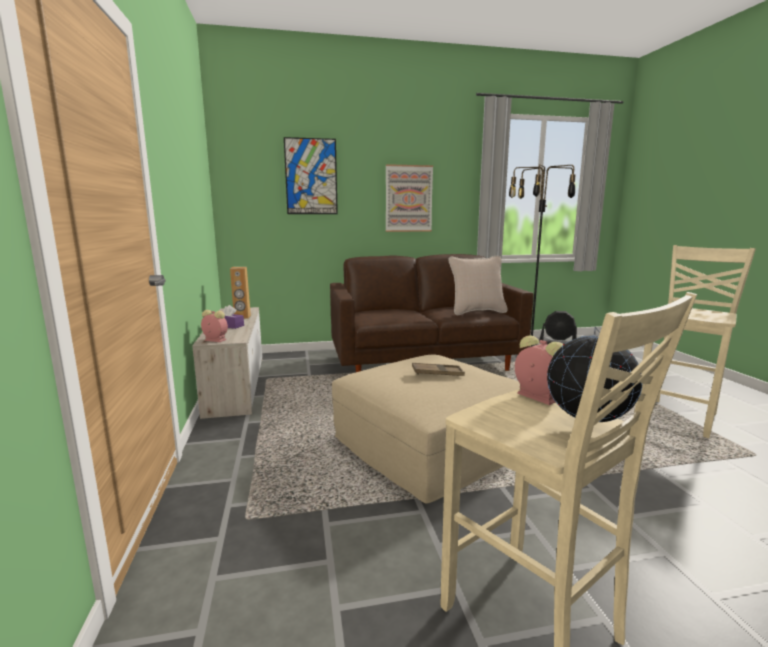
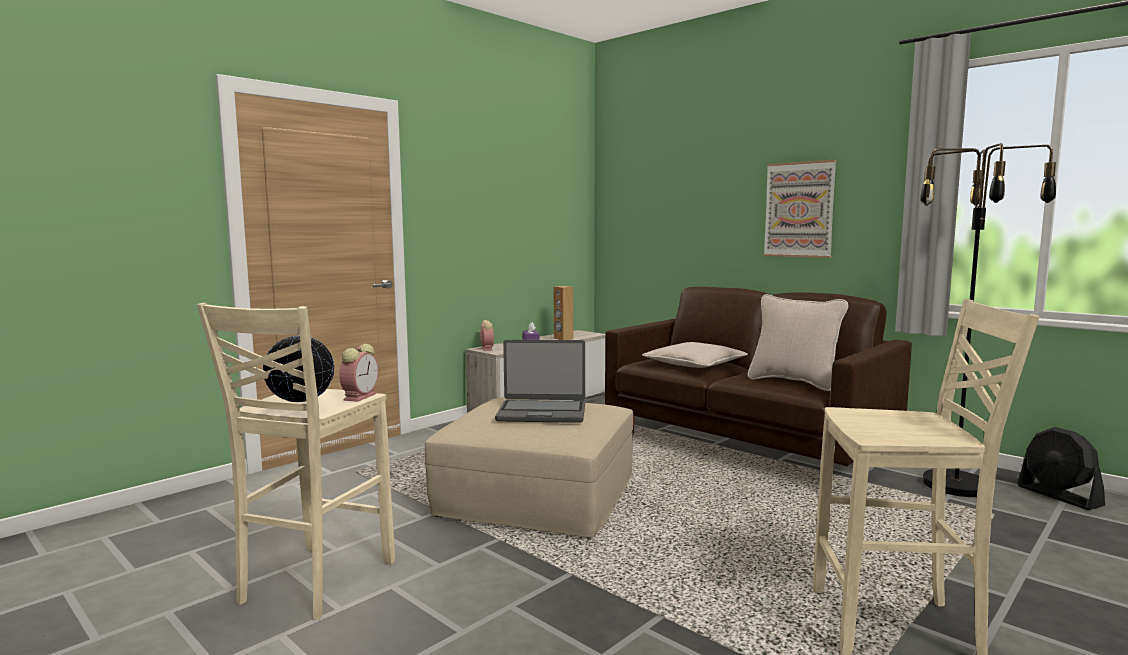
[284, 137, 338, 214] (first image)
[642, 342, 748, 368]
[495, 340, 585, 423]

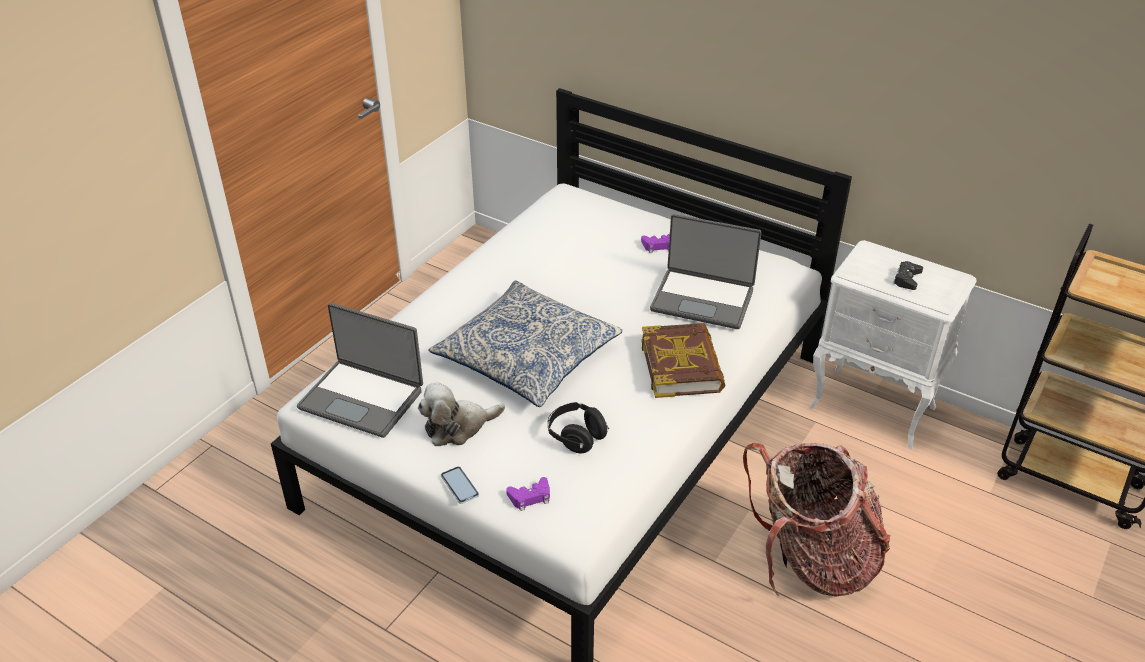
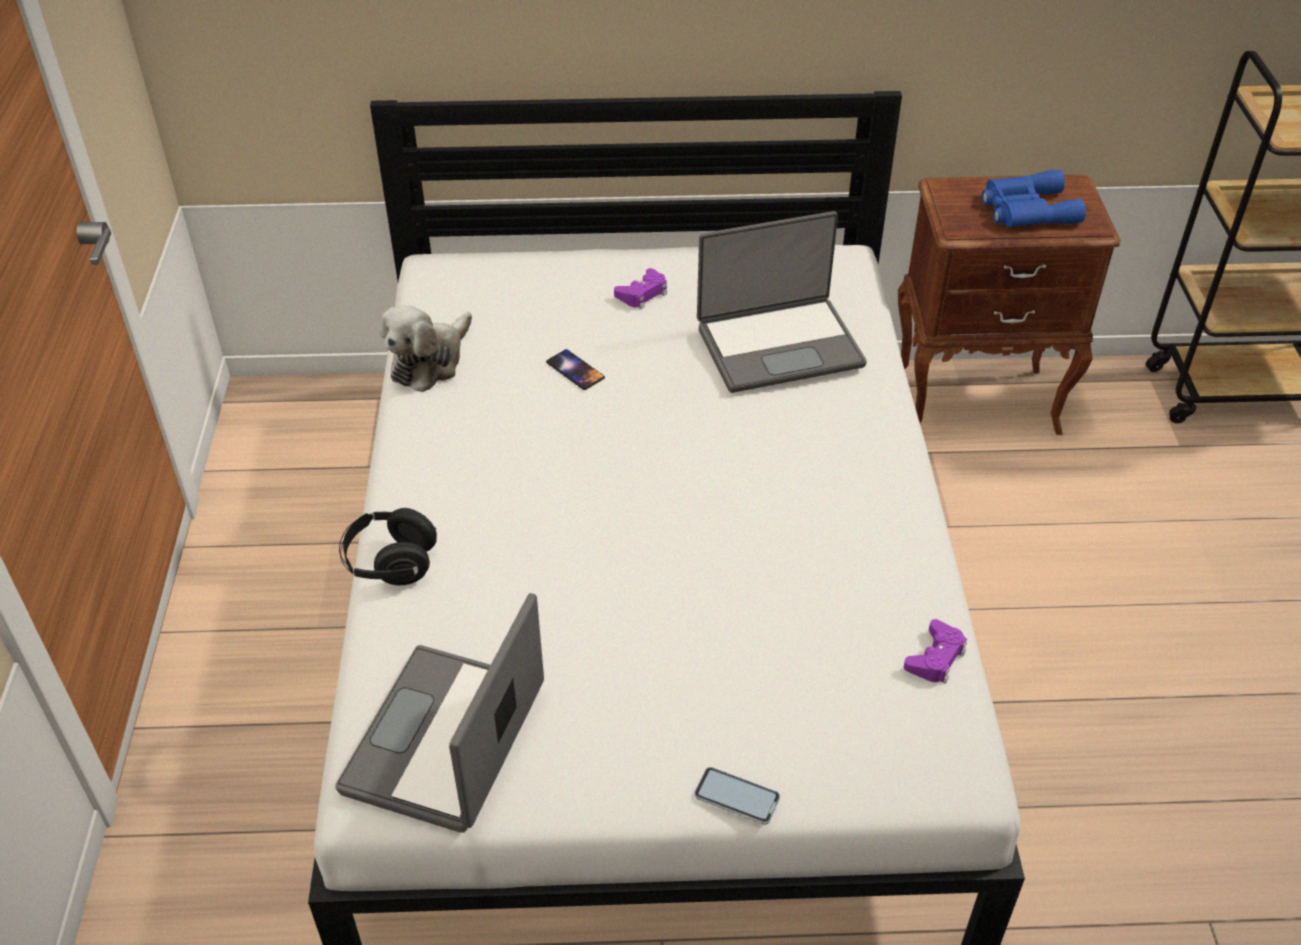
[429, 280, 623, 407] (first image)
[641, 323, 725, 398] (first image)
[743, 443, 890, 597] (first image)
[546, 349, 605, 390]
[380, 305, 472, 392]
[904, 619, 967, 683]
[339, 508, 437, 585]
[982, 170, 1086, 227]
[898, 175, 1120, 435]
[335, 593, 544, 833]

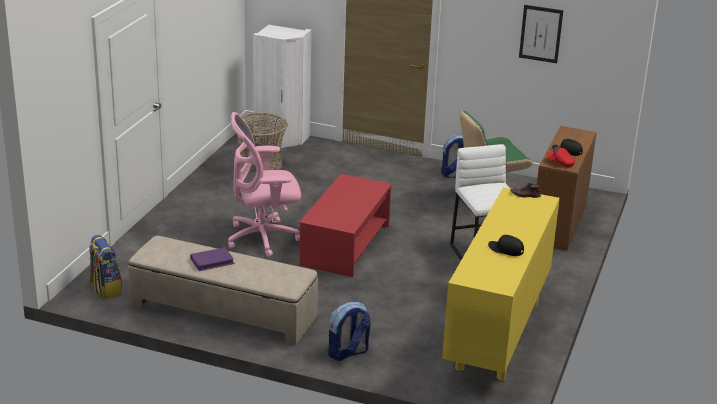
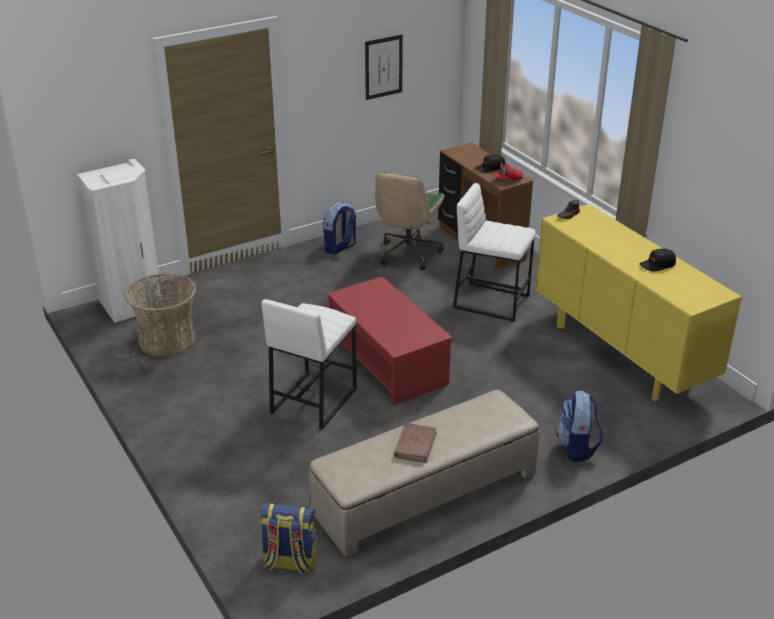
[261, 299, 357, 430]
[394, 423, 437, 463]

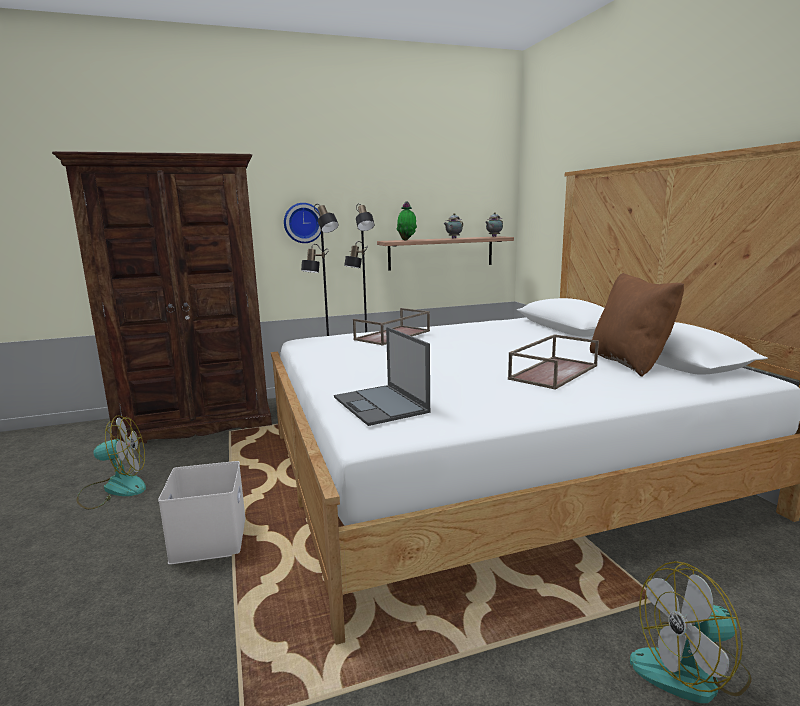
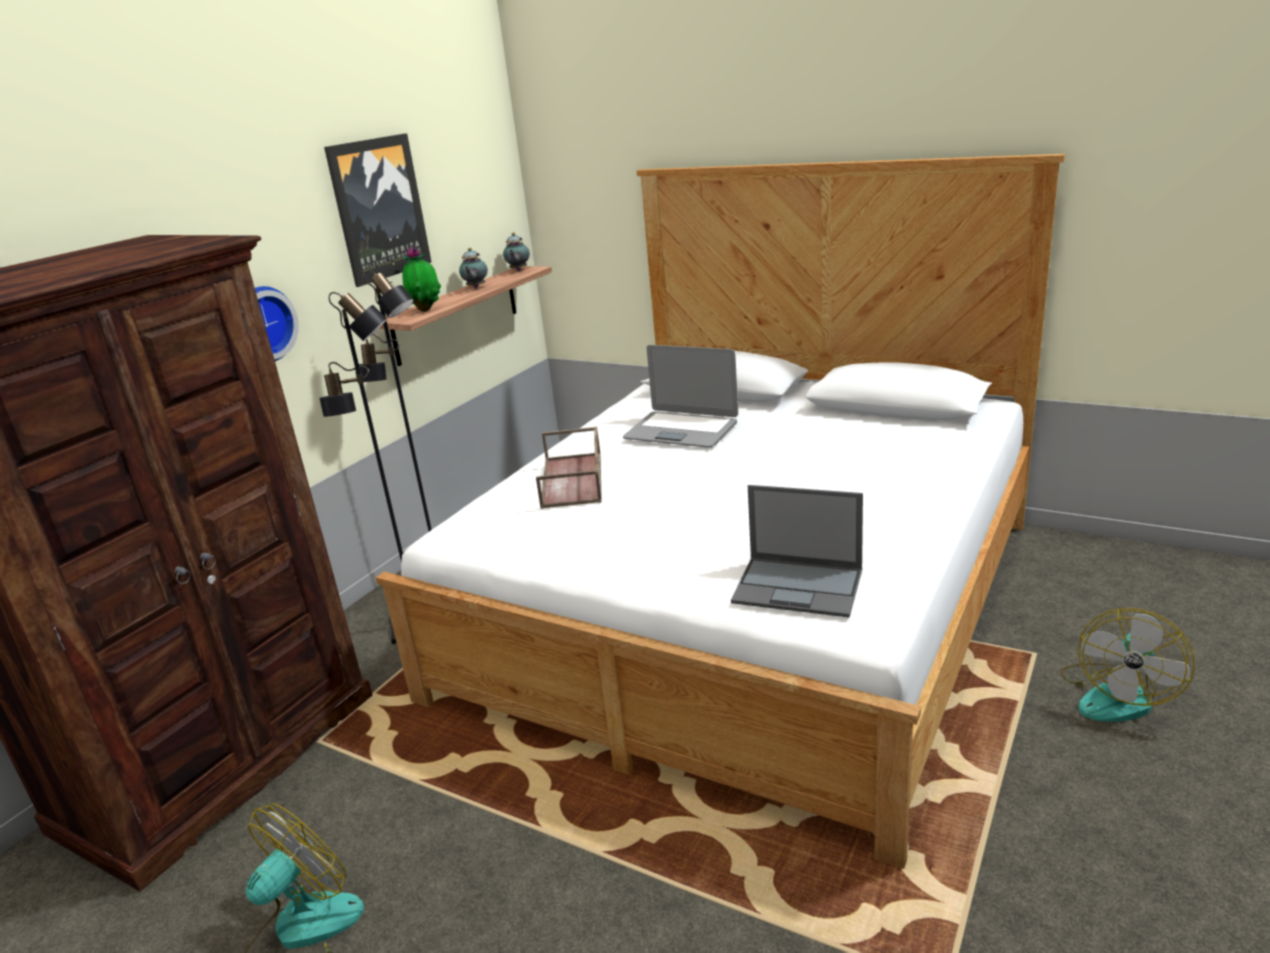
[158, 461, 245, 565] (first image)
[508, 334, 599, 390] (first image)
[590, 273, 684, 377] (first image)
[324, 133, 431, 287]
[623, 345, 738, 448]

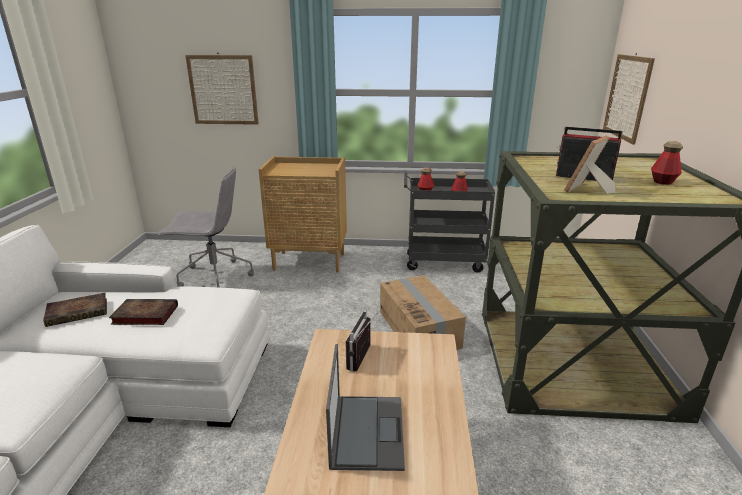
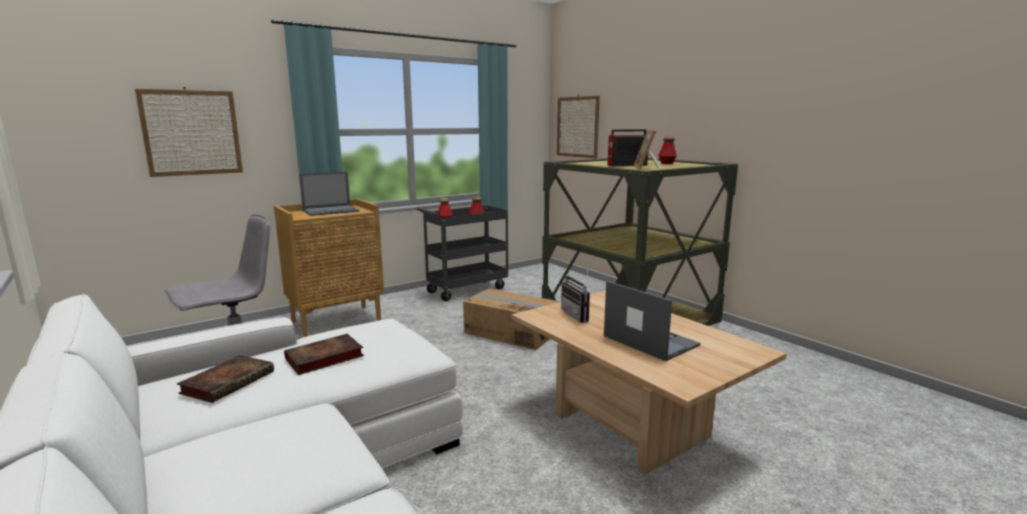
[299, 172, 360, 216]

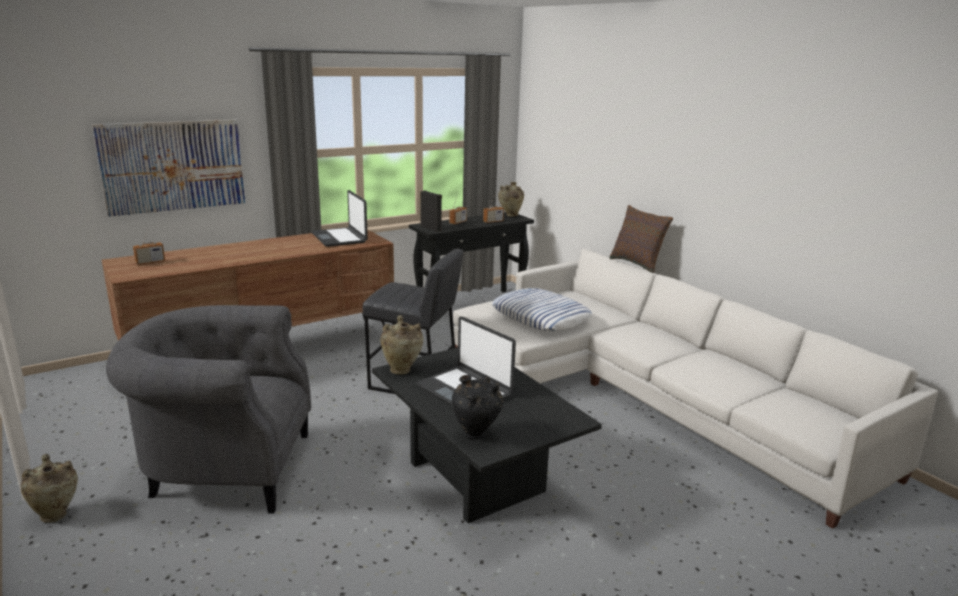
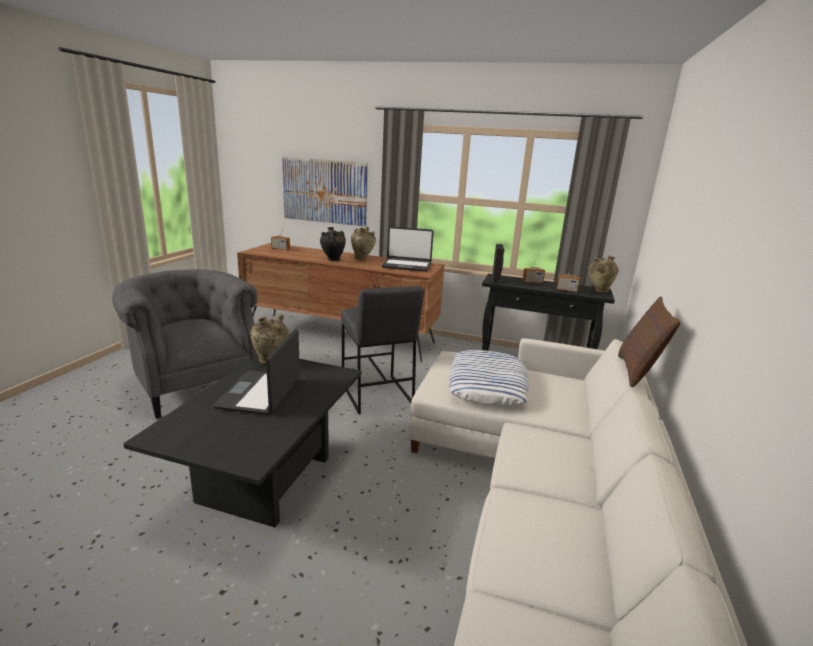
[351, 227, 376, 260]
[320, 227, 346, 261]
[381, 226, 434, 272]

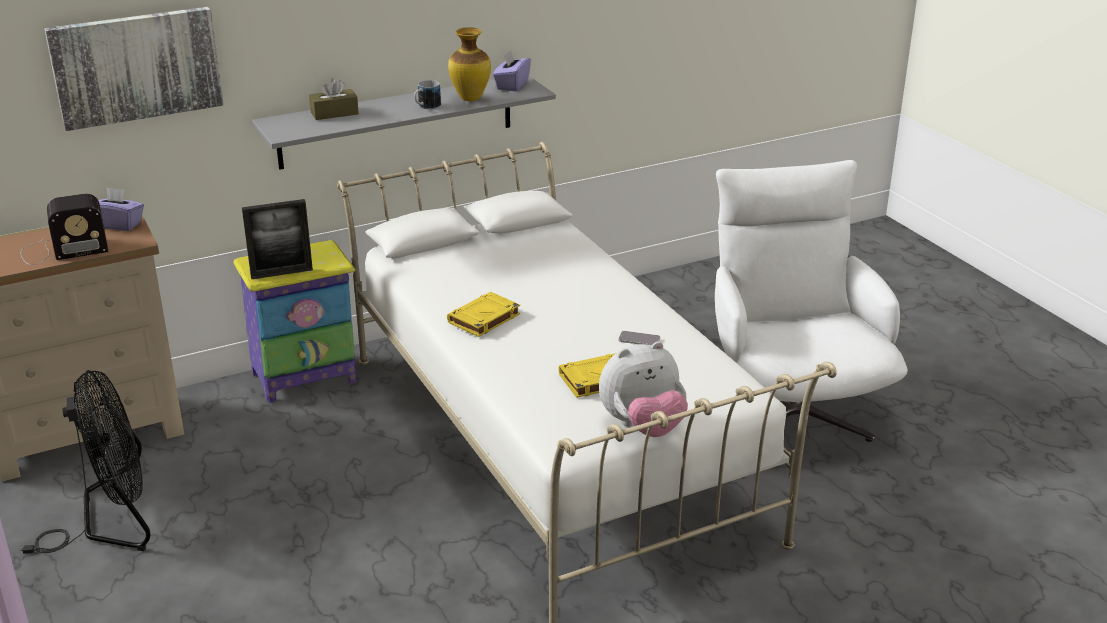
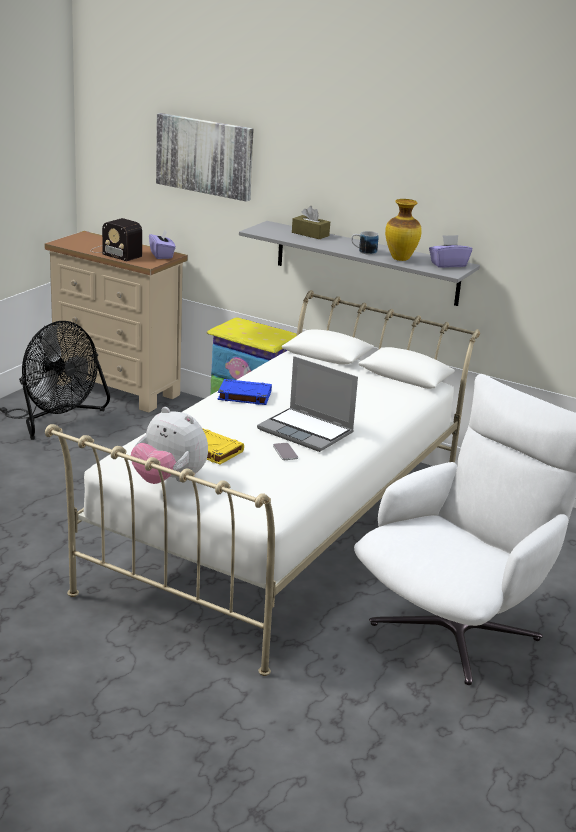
[242, 199, 313, 279] (first image)
[257, 356, 358, 452]
[218, 379, 272, 405]

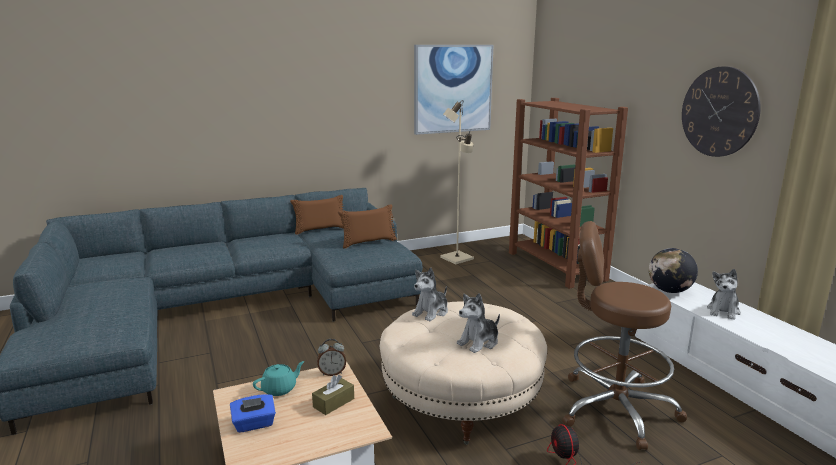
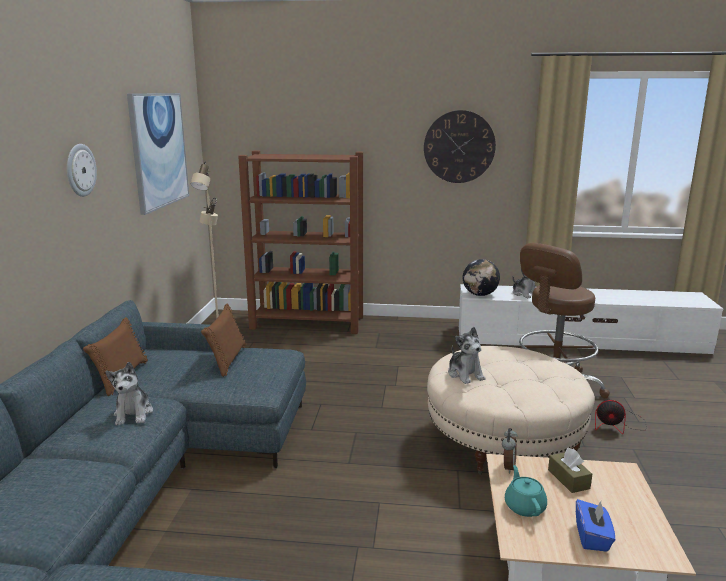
[67, 144, 97, 197]
[105, 362, 153, 425]

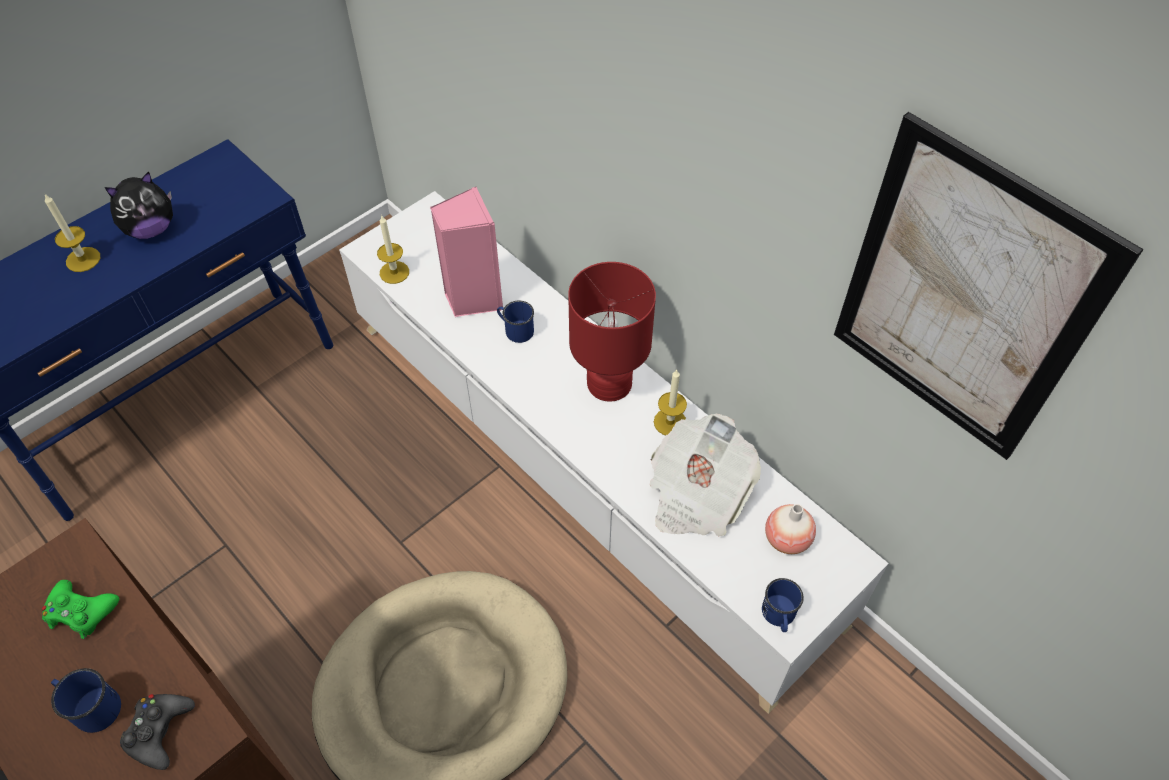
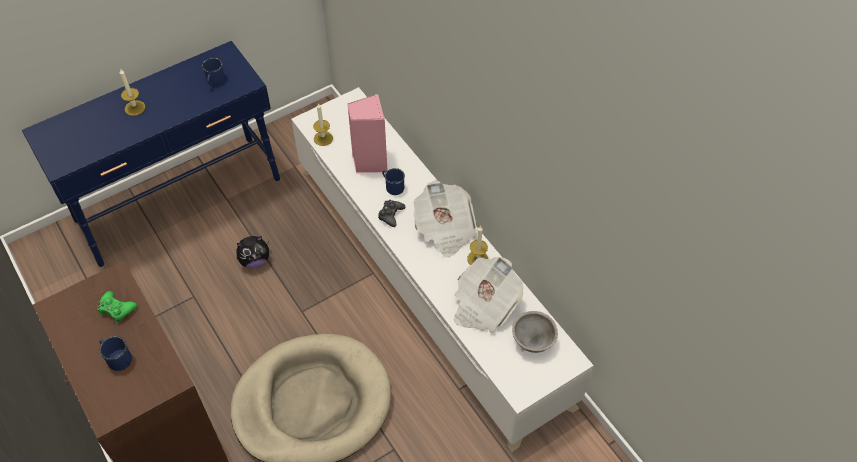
[834, 112, 1144, 460] (first image)
[237, 236, 269, 268]
[378, 200, 405, 227]
[202, 58, 225, 85]
[413, 180, 477, 258]
[512, 311, 558, 353]

